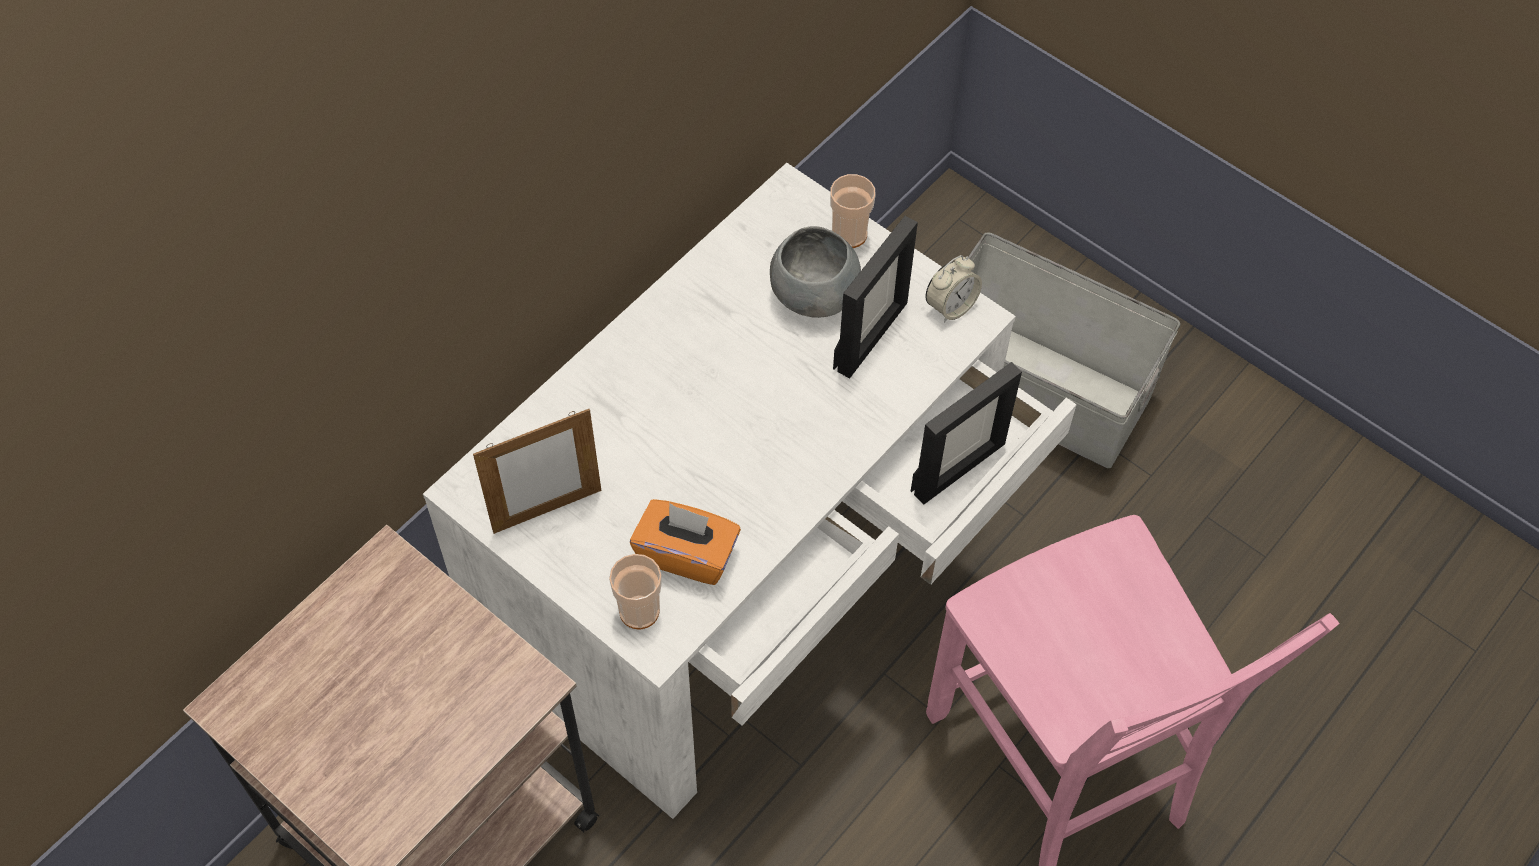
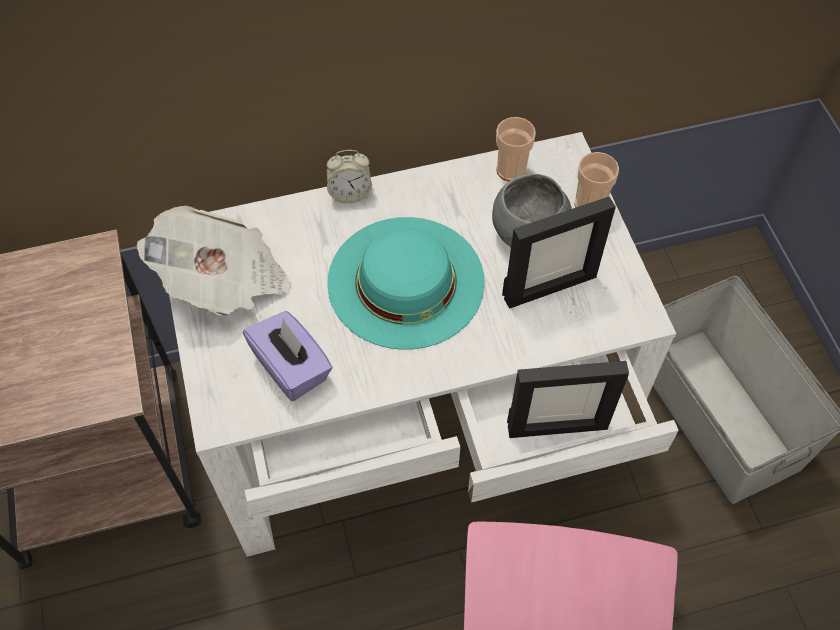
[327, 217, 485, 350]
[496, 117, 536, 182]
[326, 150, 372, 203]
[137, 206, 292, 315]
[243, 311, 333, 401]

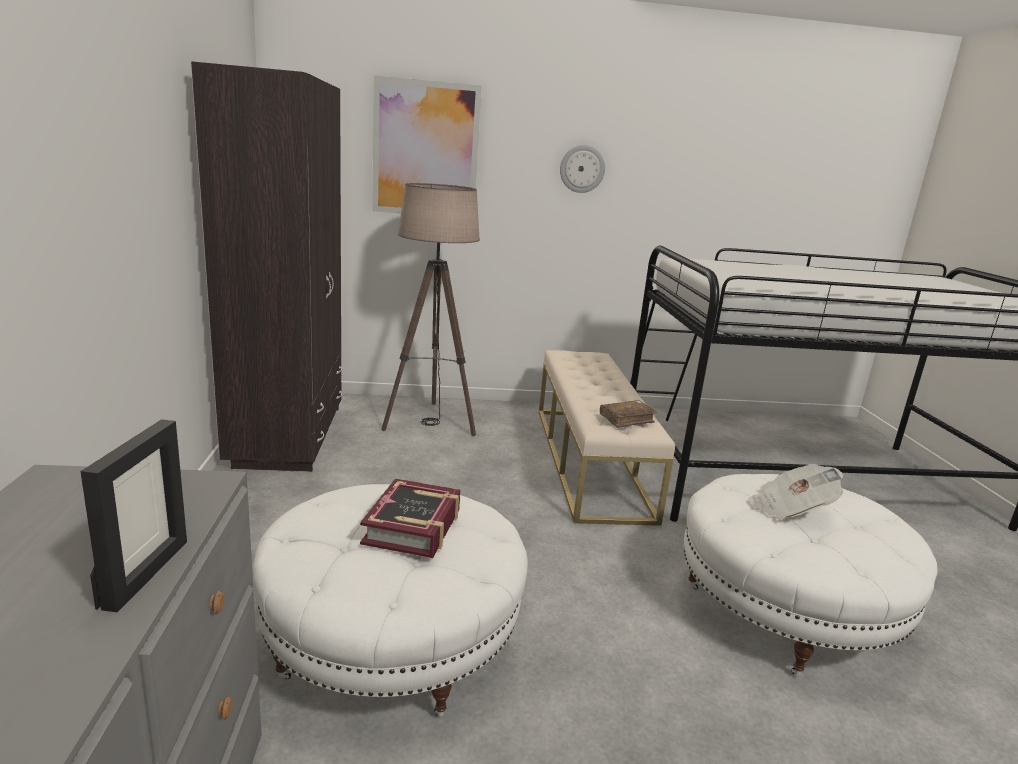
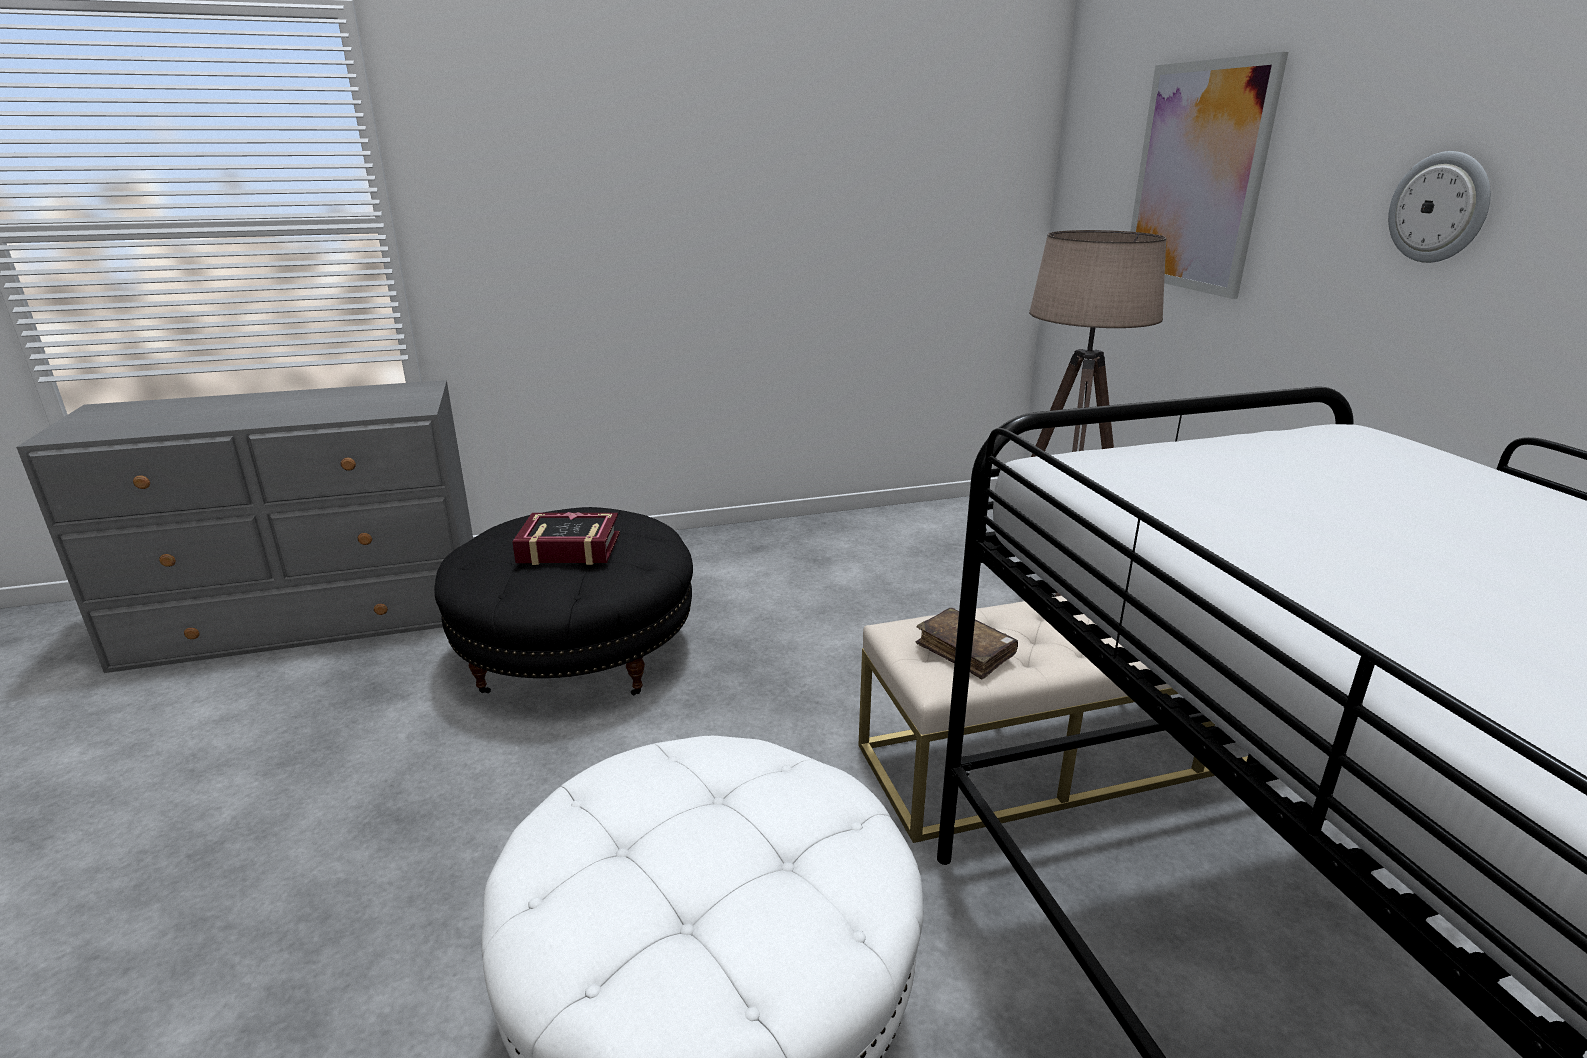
[80, 419, 187, 612] (first image)
[191, 61, 342, 472] (first image)
[748, 464, 844, 520] (first image)
[434, 507, 693, 695]

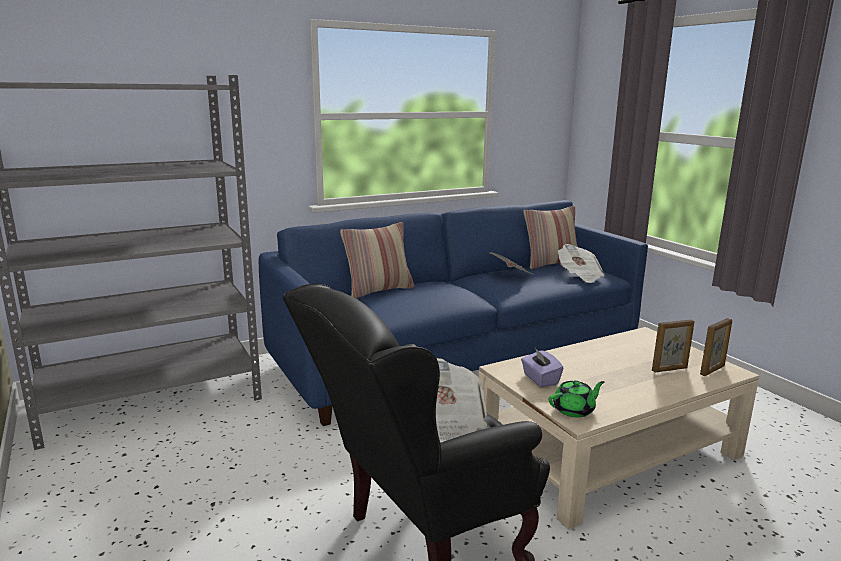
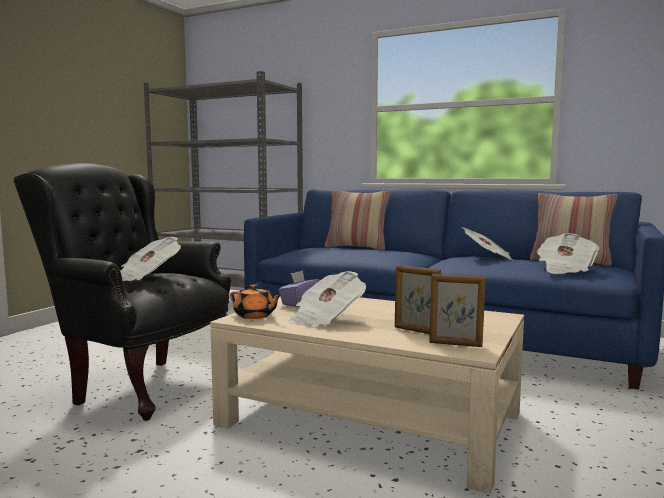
[289, 271, 366, 326]
[230, 284, 282, 319]

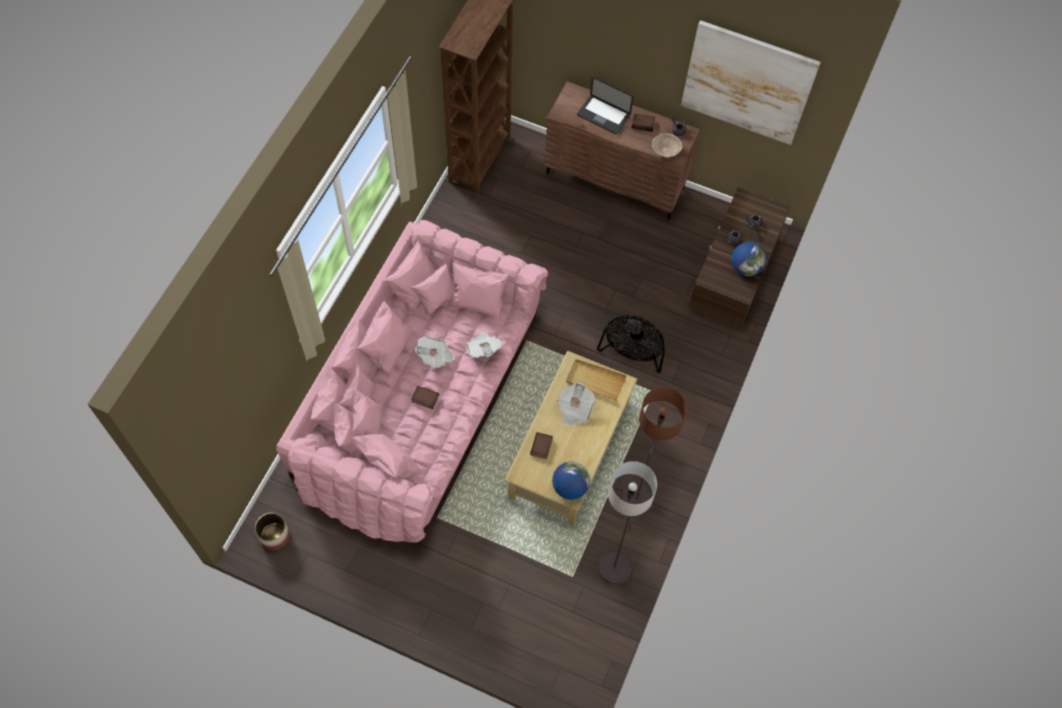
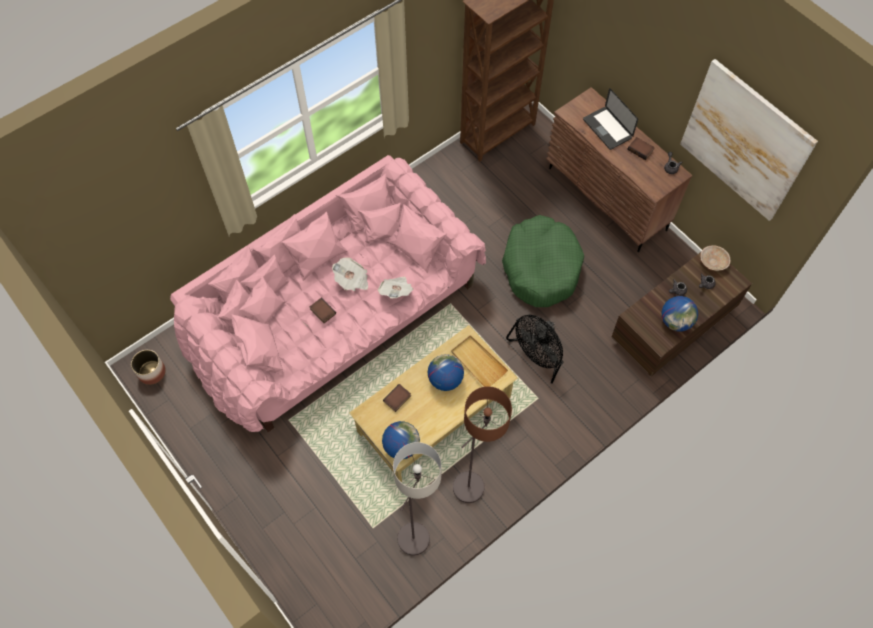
[502, 215, 584, 307]
[700, 245, 730, 271]
[427, 354, 464, 391]

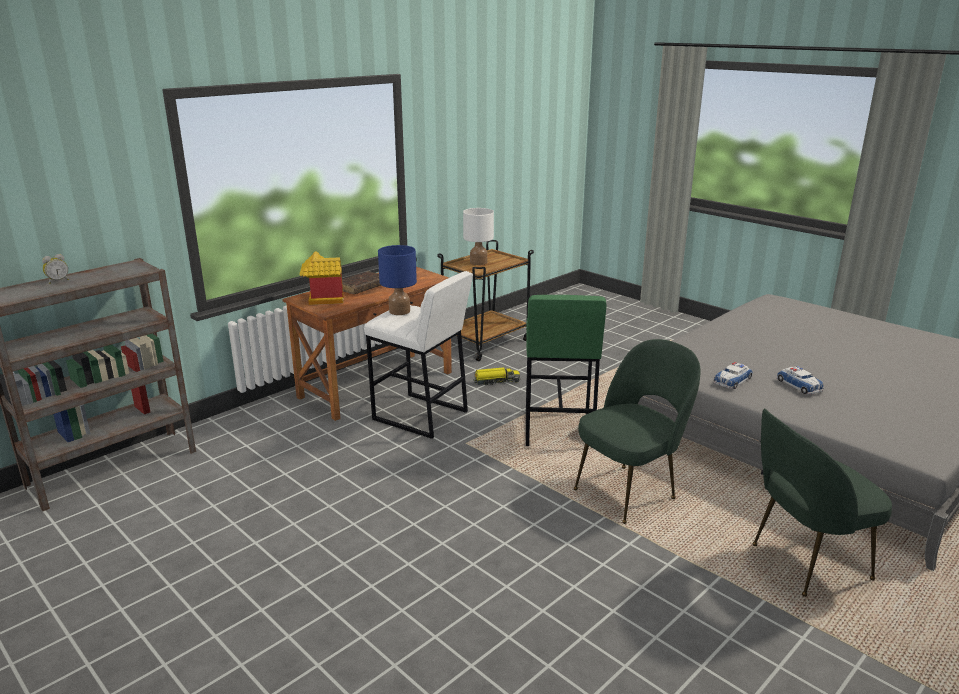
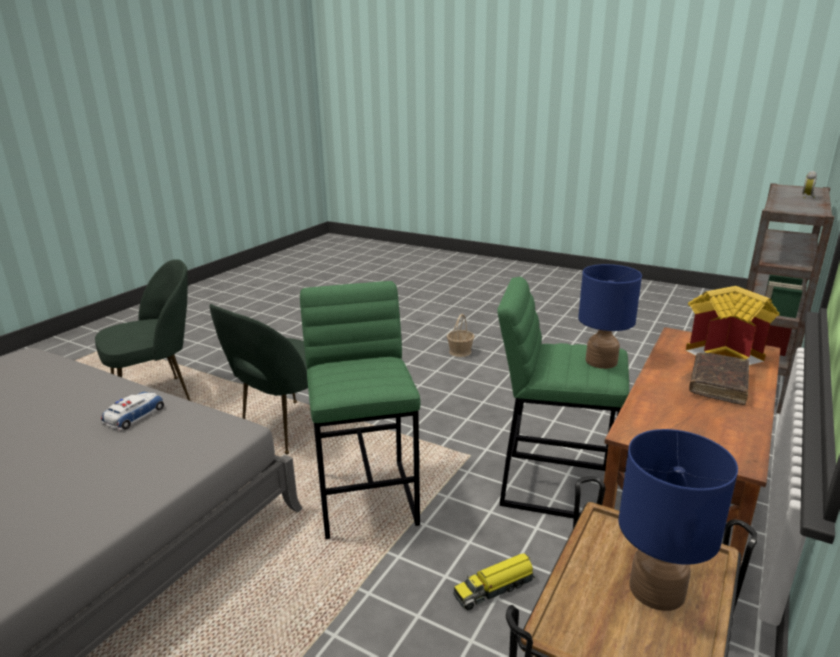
[776, 367, 824, 395] (first image)
[447, 314, 475, 357]
[497, 277, 629, 518]
[618, 429, 738, 611]

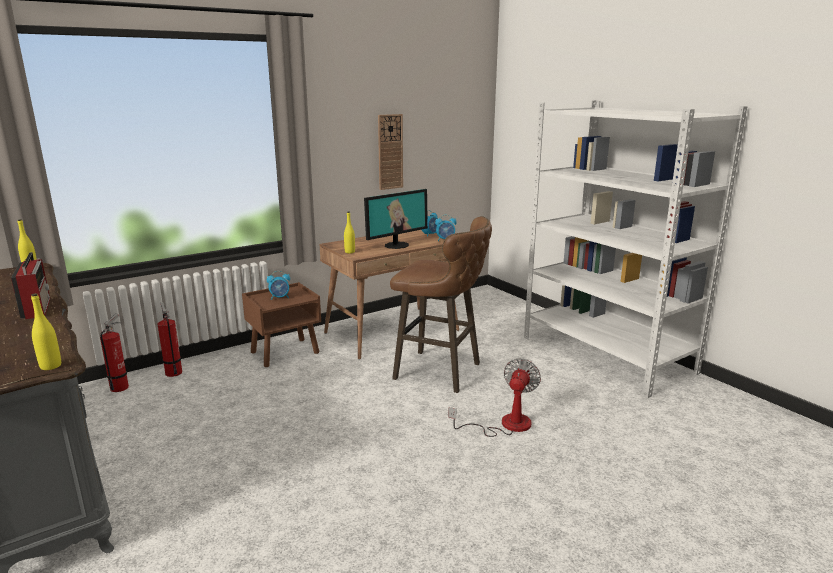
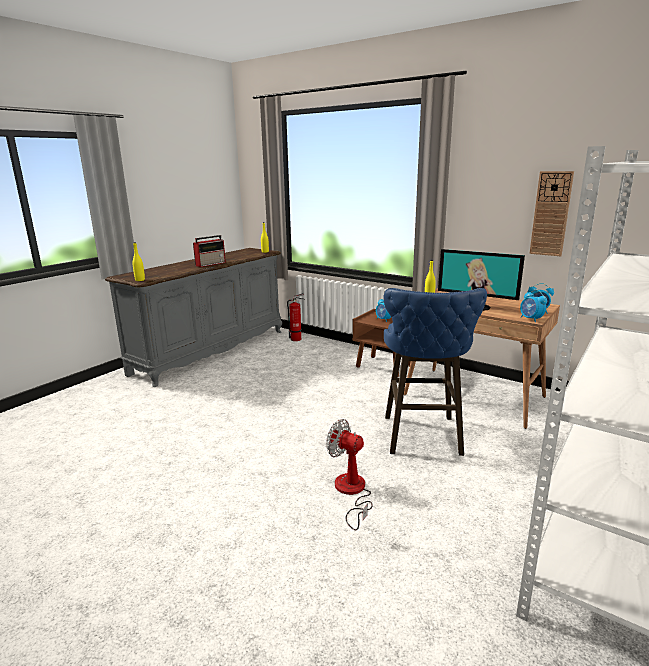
[157, 302, 182, 377] (first image)
[383, 288, 487, 456]
[326, 419, 373, 530]

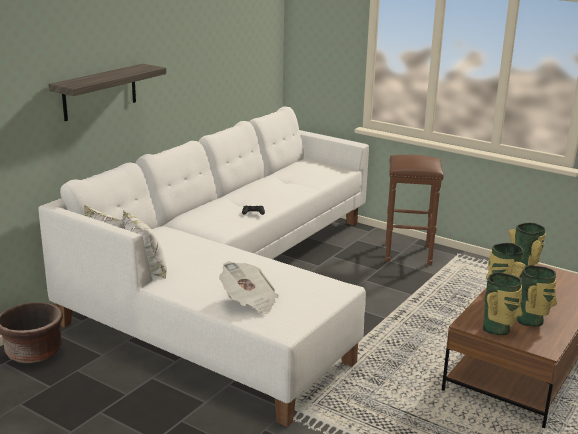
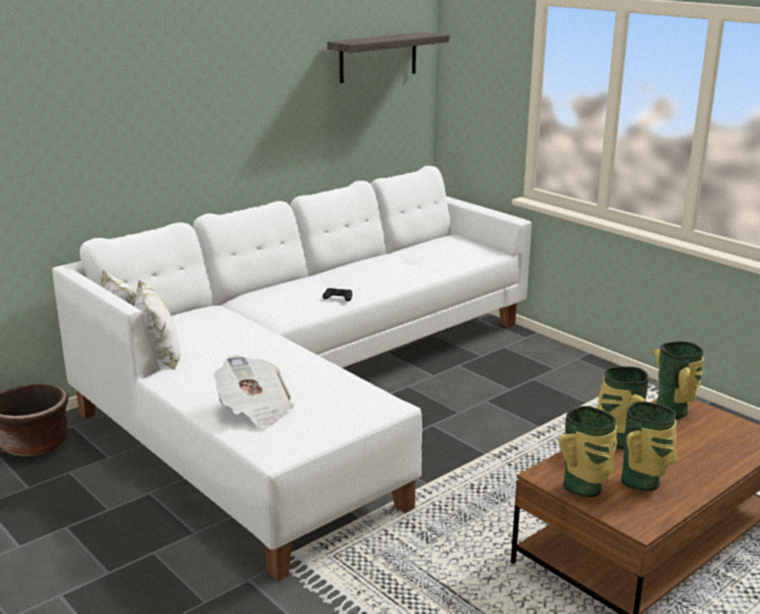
[385, 155, 444, 265] (first image)
[327, 32, 450, 83]

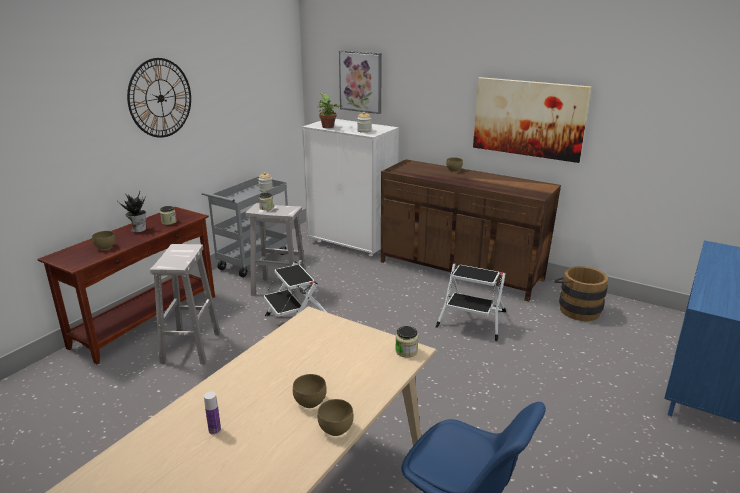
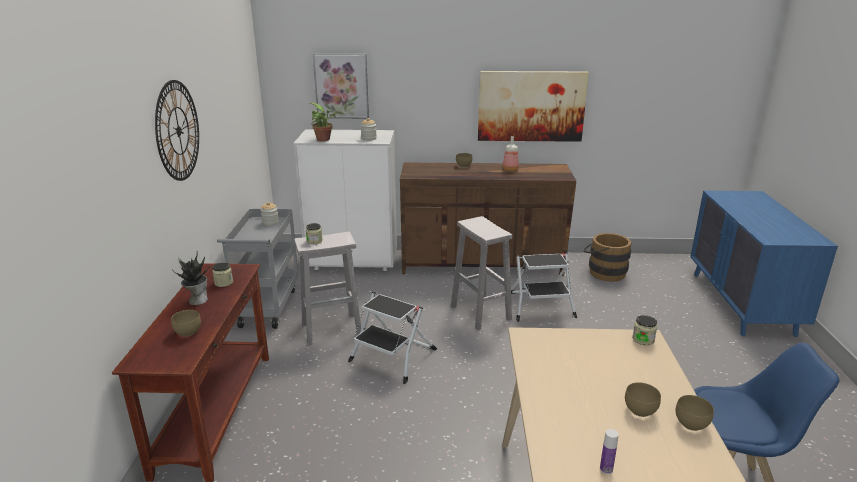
[502, 136, 519, 171]
[451, 216, 512, 330]

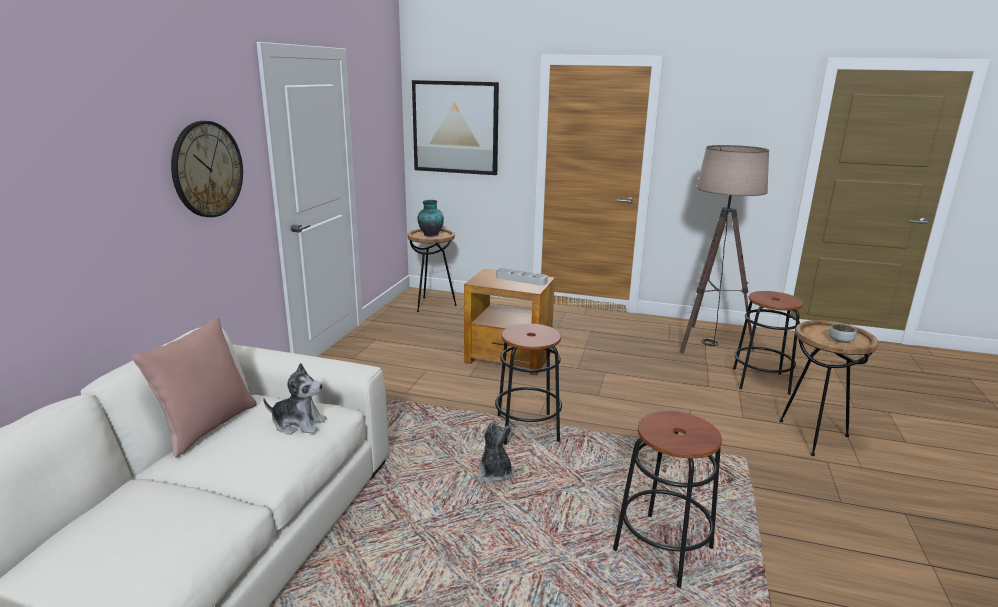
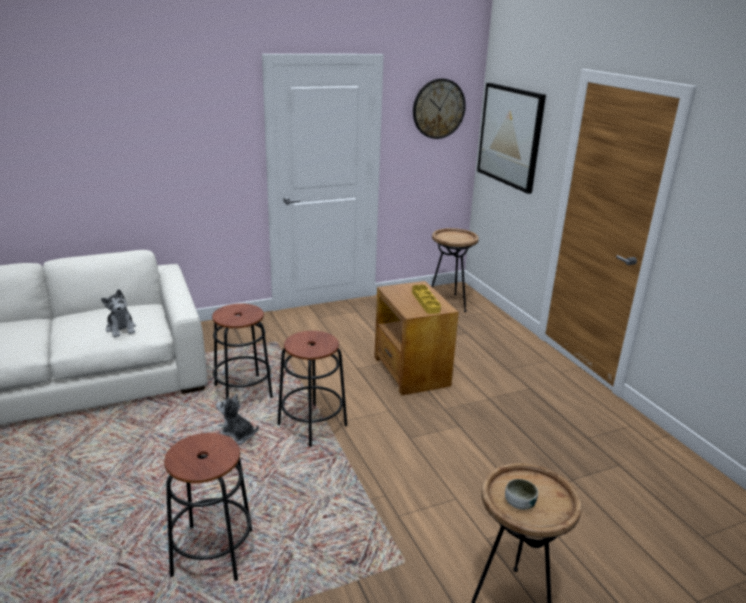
[131, 317, 257, 458] (first image)
[418, 200, 444, 237] (first image)
[680, 145, 769, 354] (first image)
[413, 78, 466, 139]
[212, 303, 273, 399]
[412, 285, 441, 314]
[216, 393, 259, 445]

